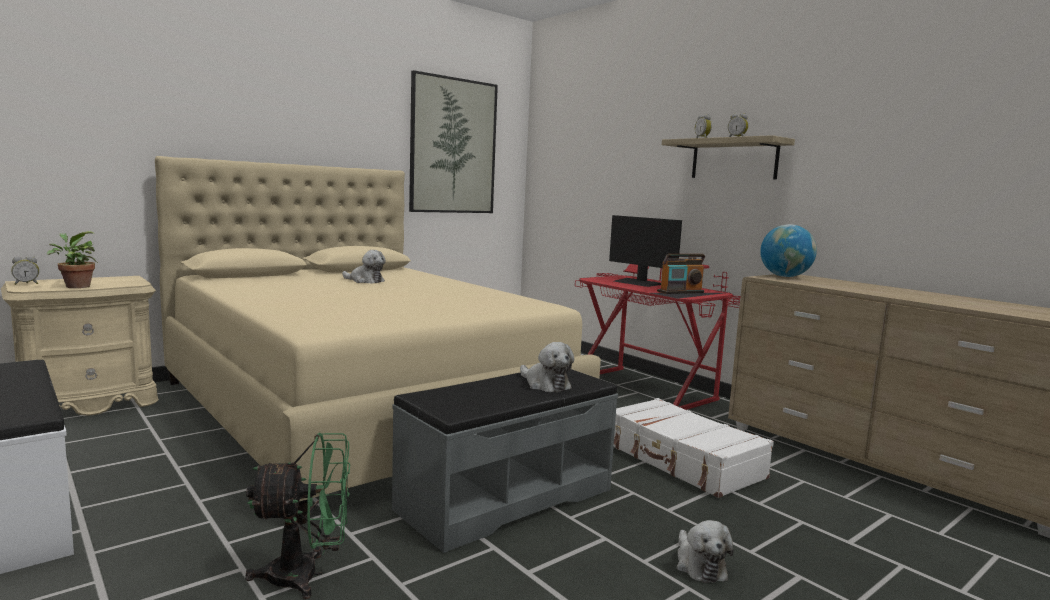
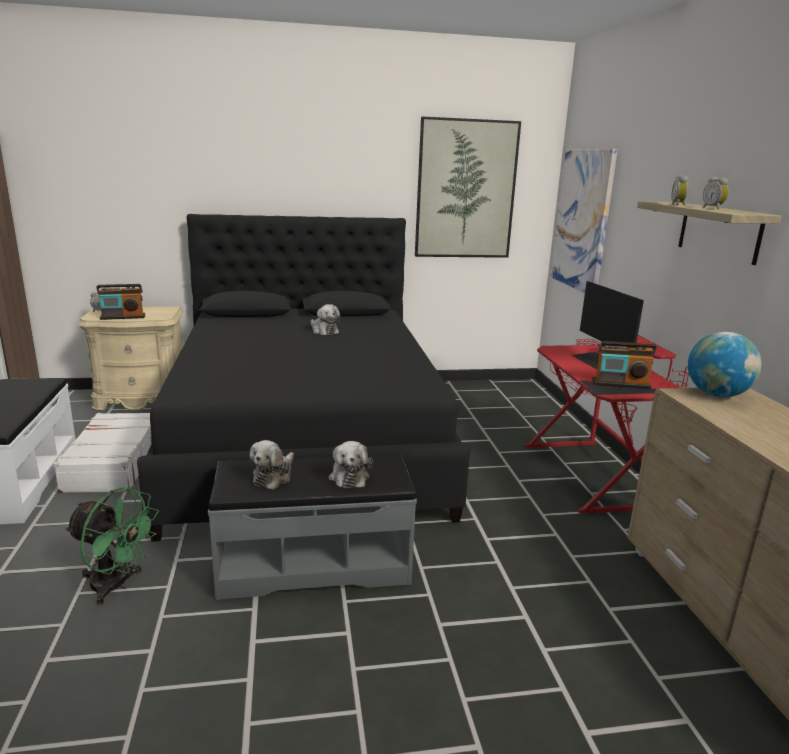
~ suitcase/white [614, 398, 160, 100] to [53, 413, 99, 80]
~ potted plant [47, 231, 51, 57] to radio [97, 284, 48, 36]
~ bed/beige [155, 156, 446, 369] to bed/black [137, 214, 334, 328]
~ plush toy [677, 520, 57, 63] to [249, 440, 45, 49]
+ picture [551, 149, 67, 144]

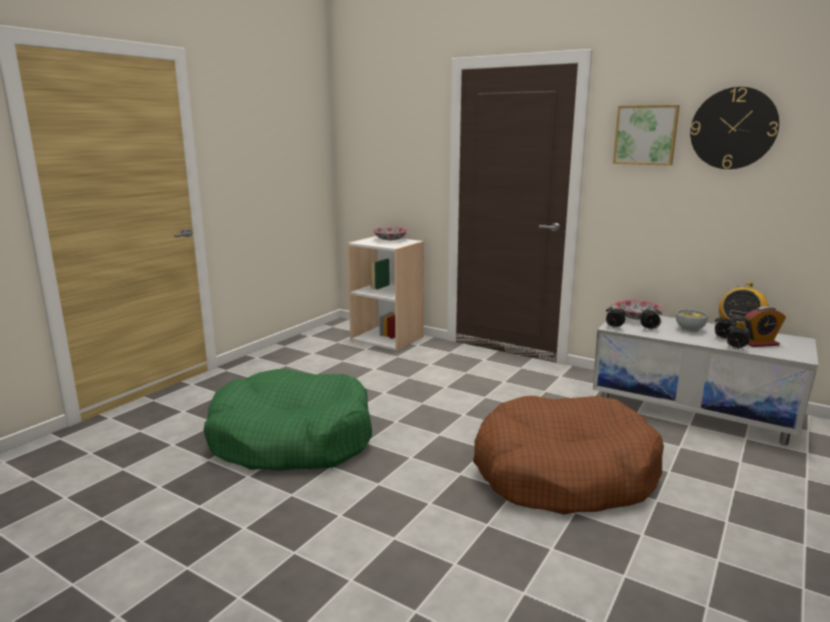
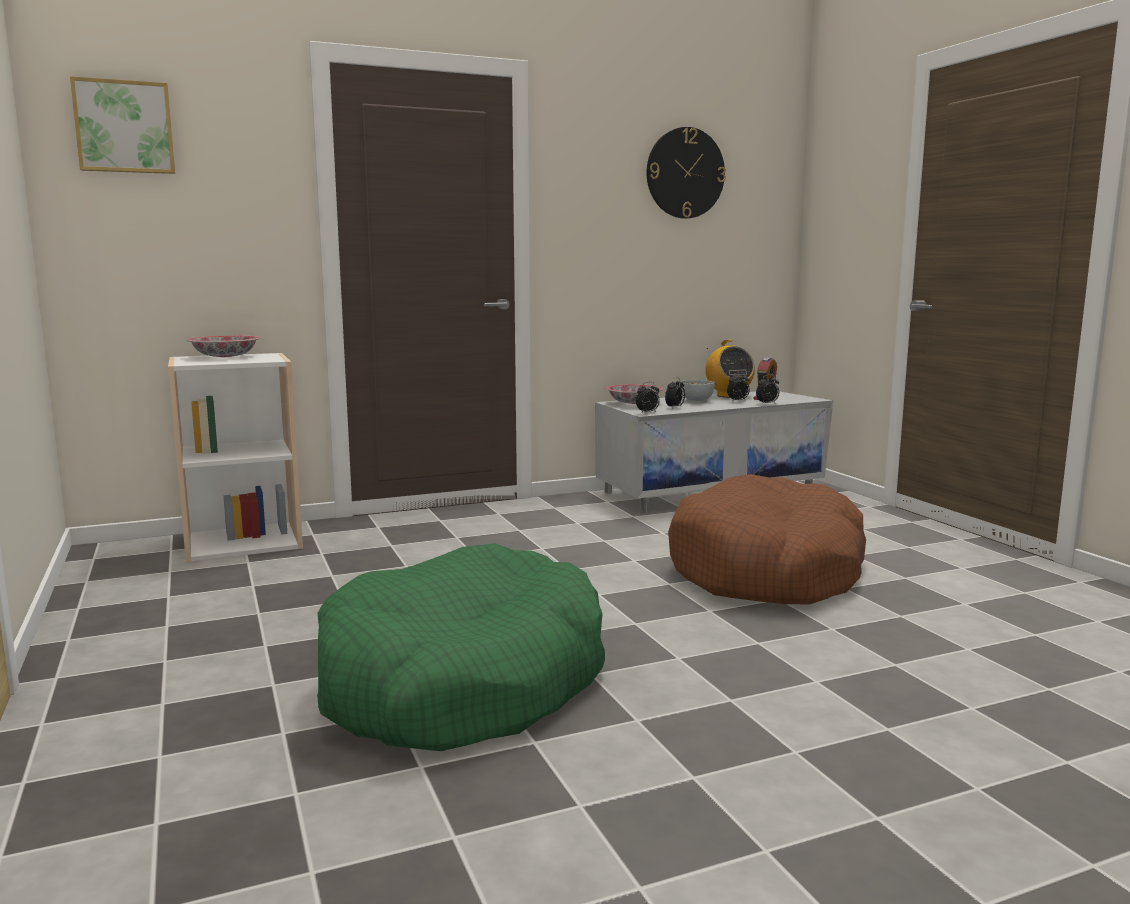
~ picture [613, 105, 67, 61] to [70, 76, 105, 98]

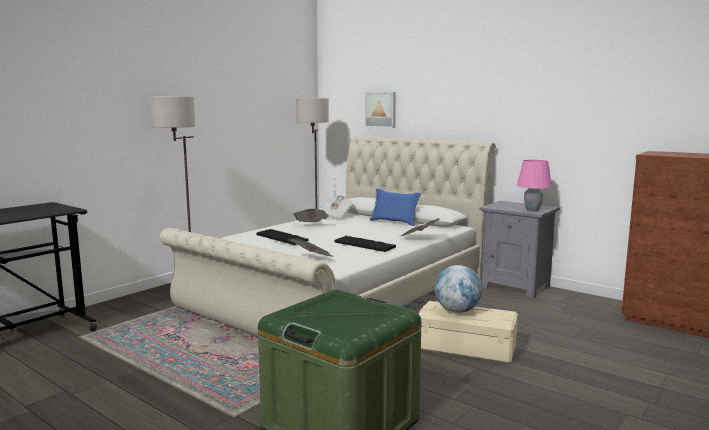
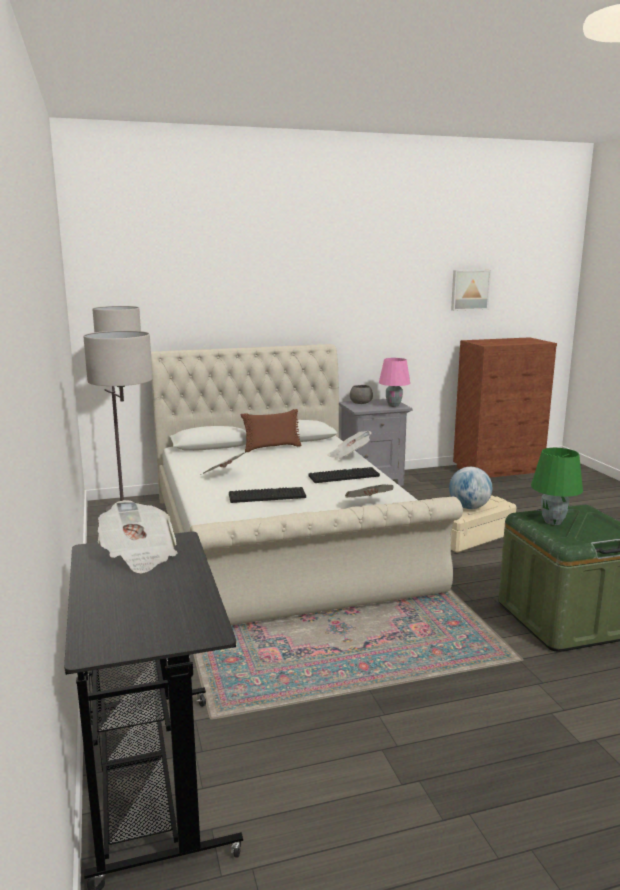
~ newspaper [320, 195, 32, 25] to [98, 500, 79, 74]
~ pillow/blue [370, 189, 51, 37] to pillow/brown [241, 409, 60, 43]
+ bowl/grey [350, 385, 23, 19]
~ picture [365, 92, 31, 36] to [451, 270, 40, 41]
+ table lamp/green [531, 448, 52, 77]

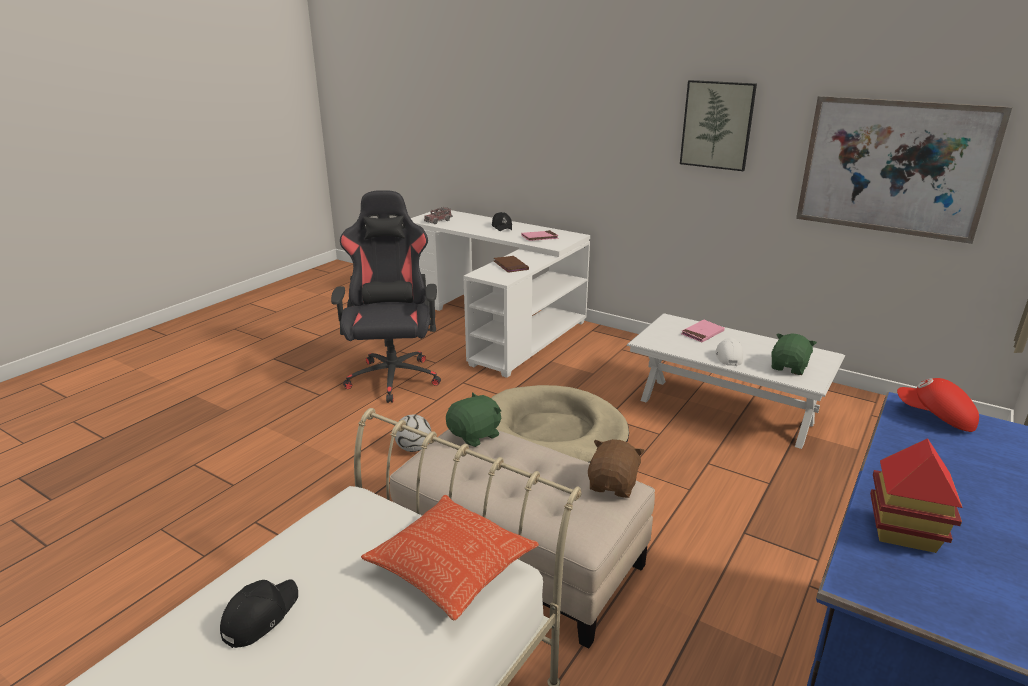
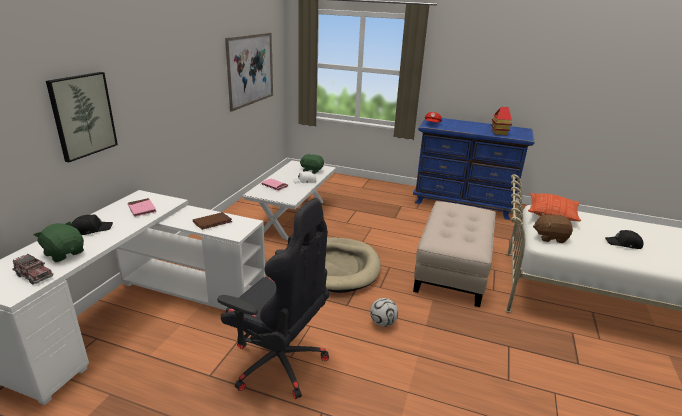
~ plush toy/green [446, 393, 56, 54] to [34, 221, 50, 41]
~ picture [680, 80, 77, 91] to [46, 72, 72, 90]
~ office chair/black [331, 190, 110, 213] = [217, 198, 112, 201] 135 degrees counterclockwise
~ plush toy/brown [588, 439, 57, 59] to [533, 213, 40, 30]

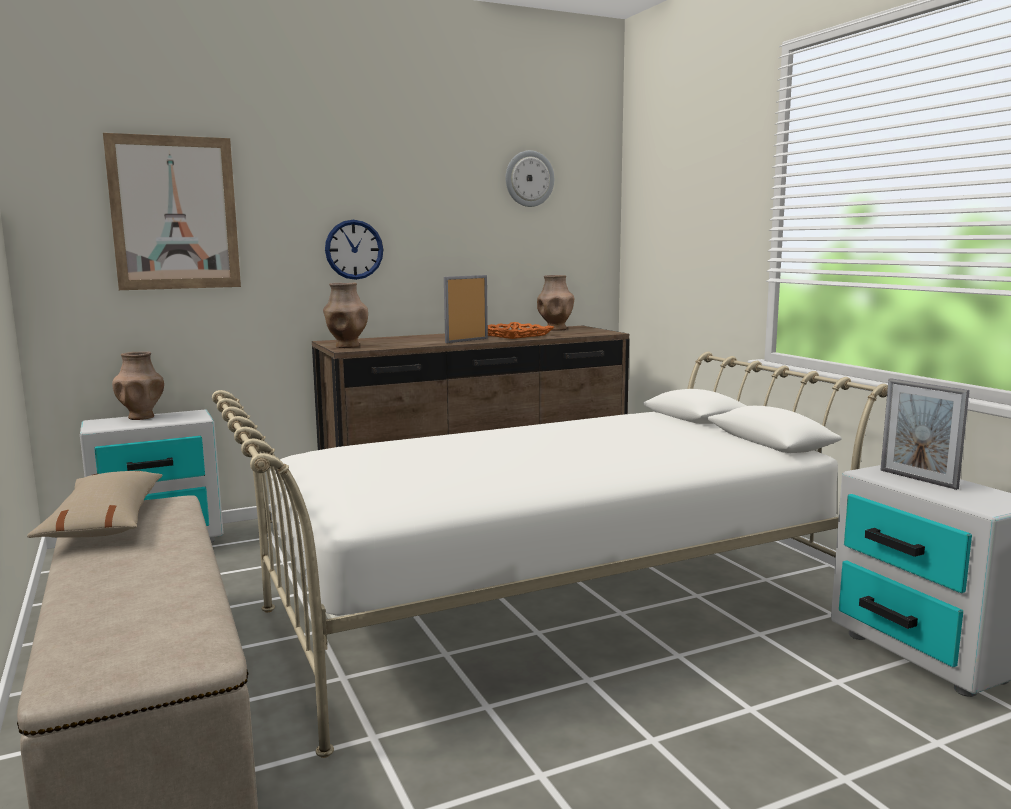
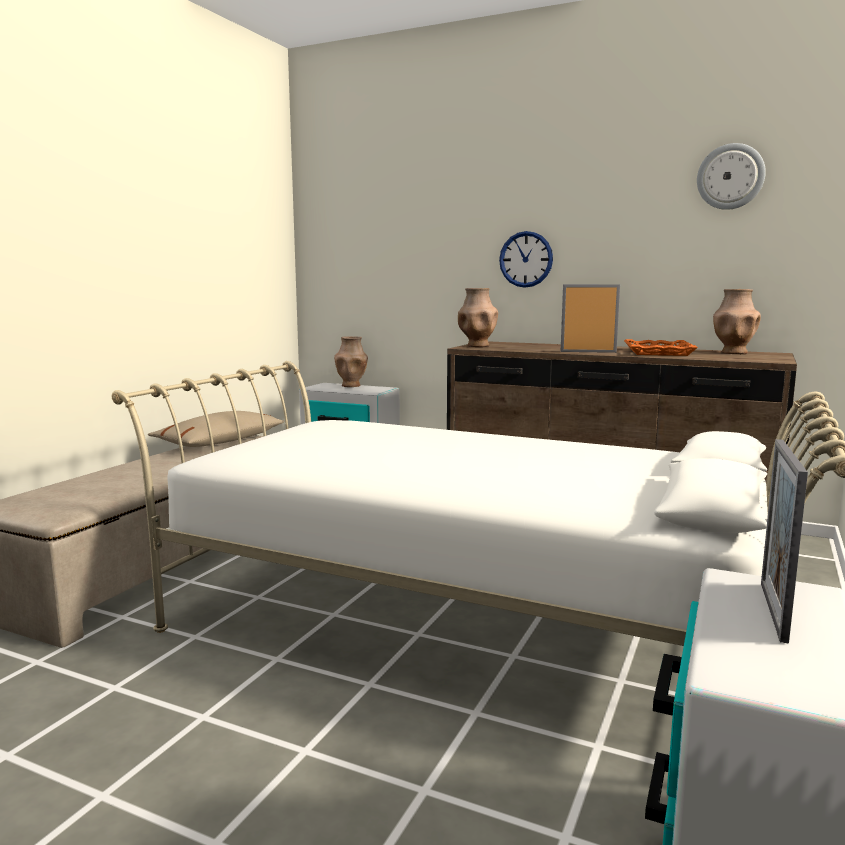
- picture [103, 133, 138, 157]

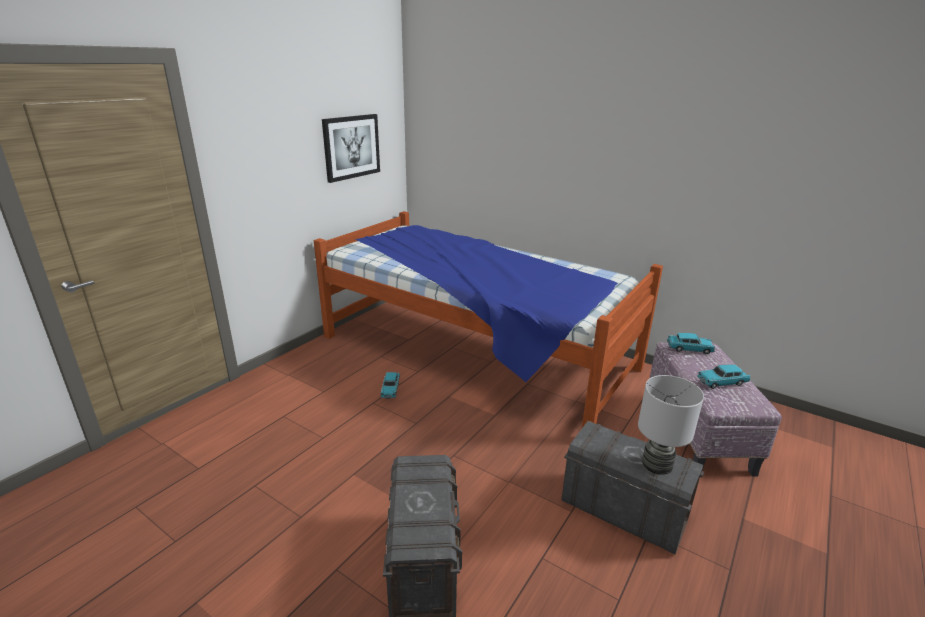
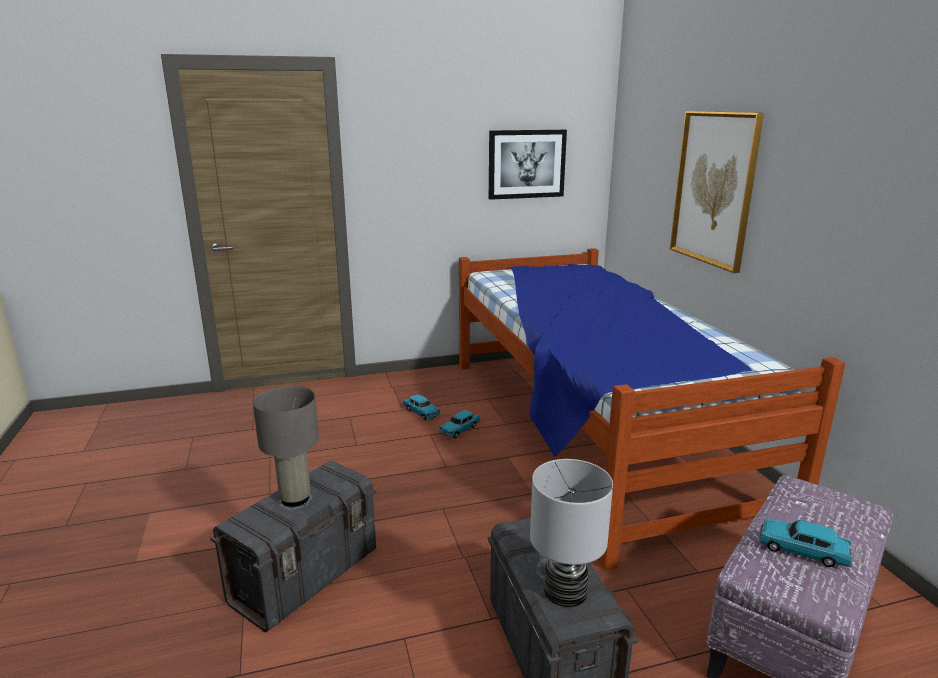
+ table lamp/grey [253, 386, 66, 121]
~ toy car/turquoise [667, 333, 48, 21] to [403, 395, 38, 25]
+ picture [670, 111, 94, 162]

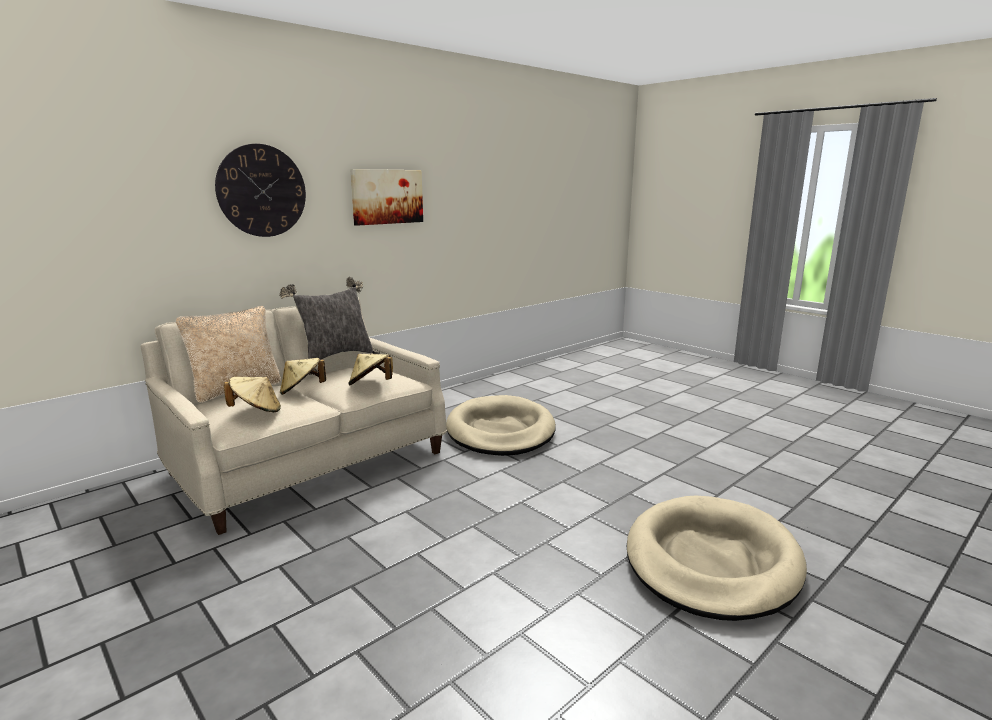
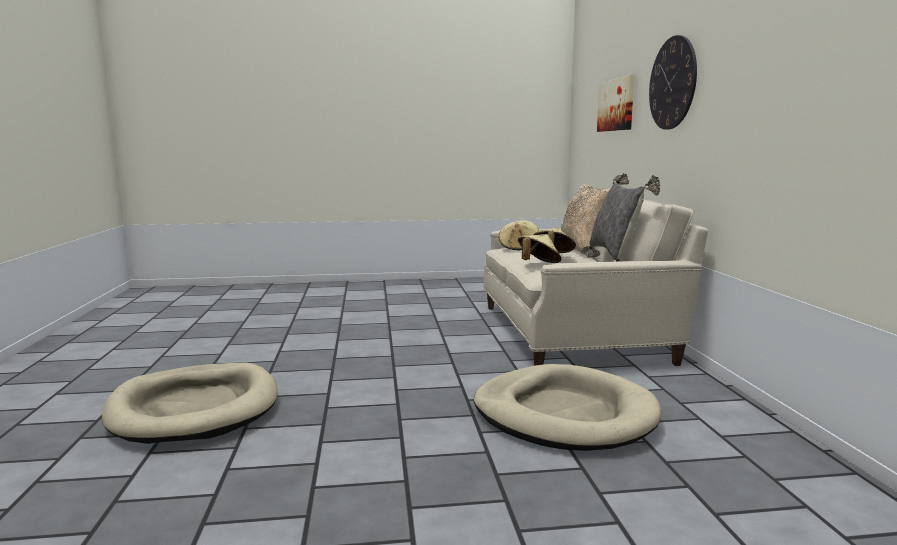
~ picture [350, 169, 73, 57] to [597, 75, 38, 57]

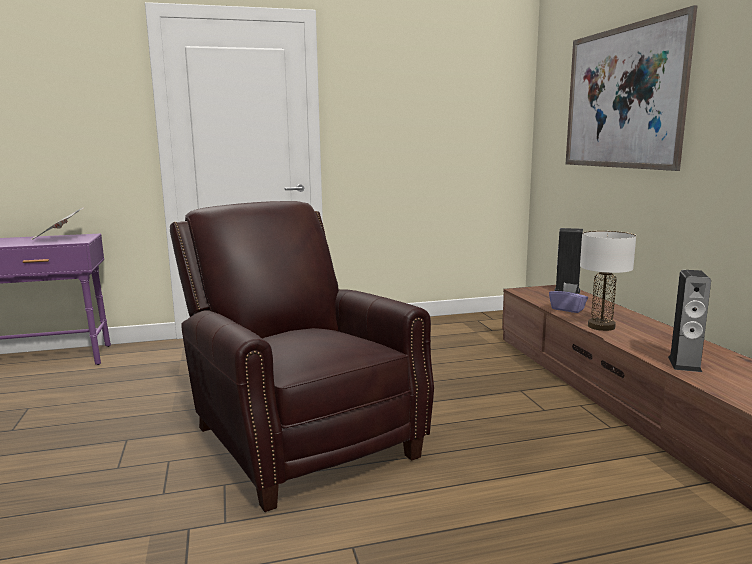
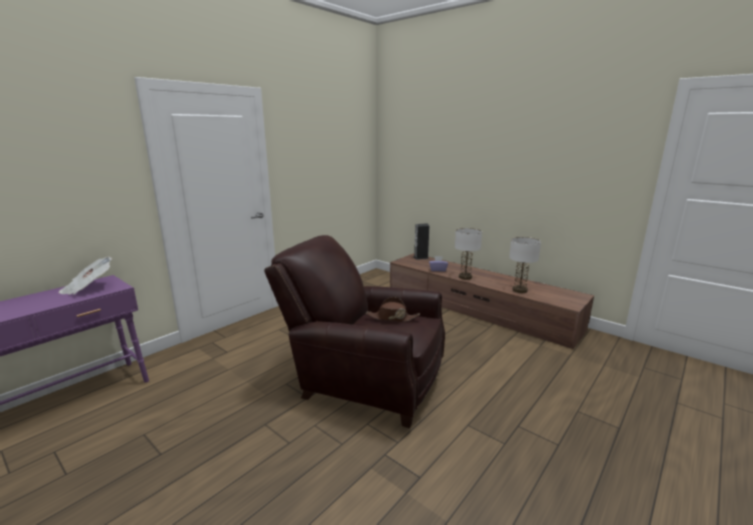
+ hat/brown [366, 297, 54, 25]
~ speaker [668, 270, 43, 102] to table lamp [509, 237, 32, 56]
- picture [566, 5, 132, 166]

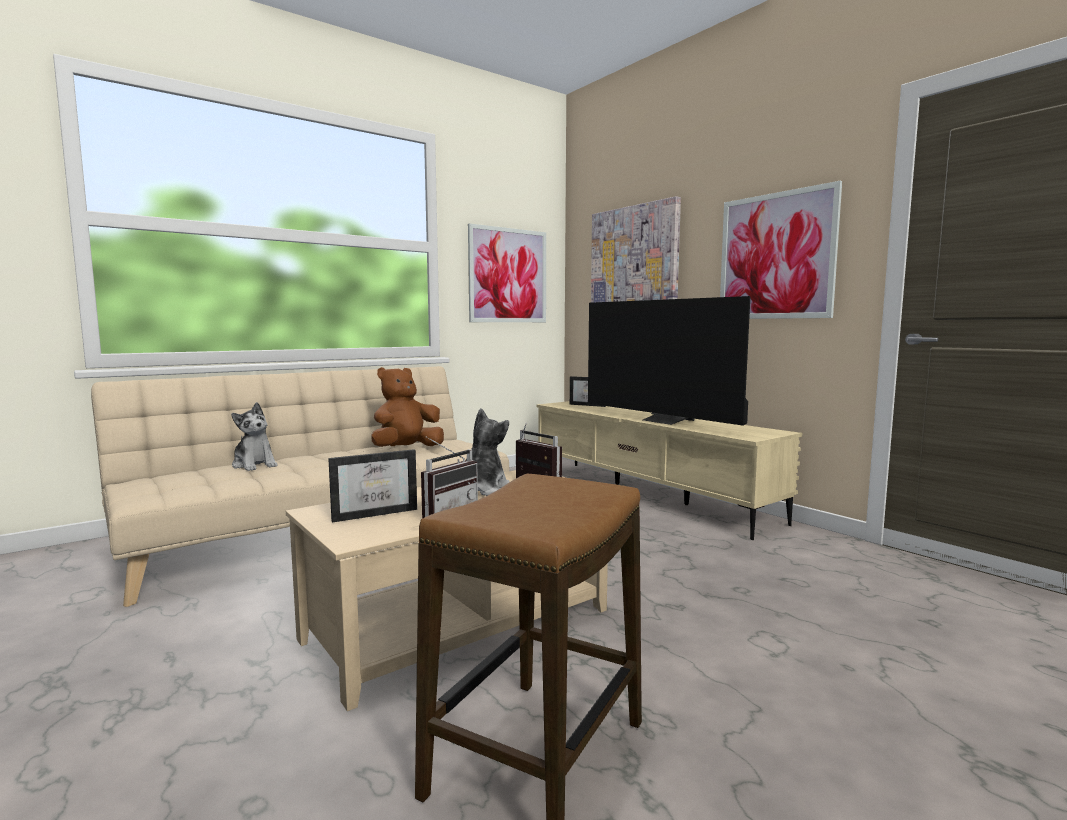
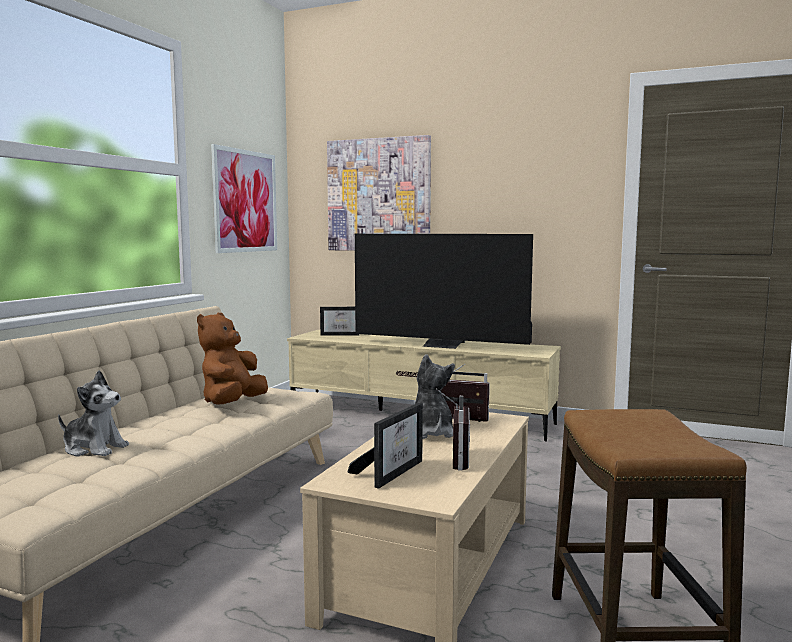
- picture [720, 181, 122, 138]

